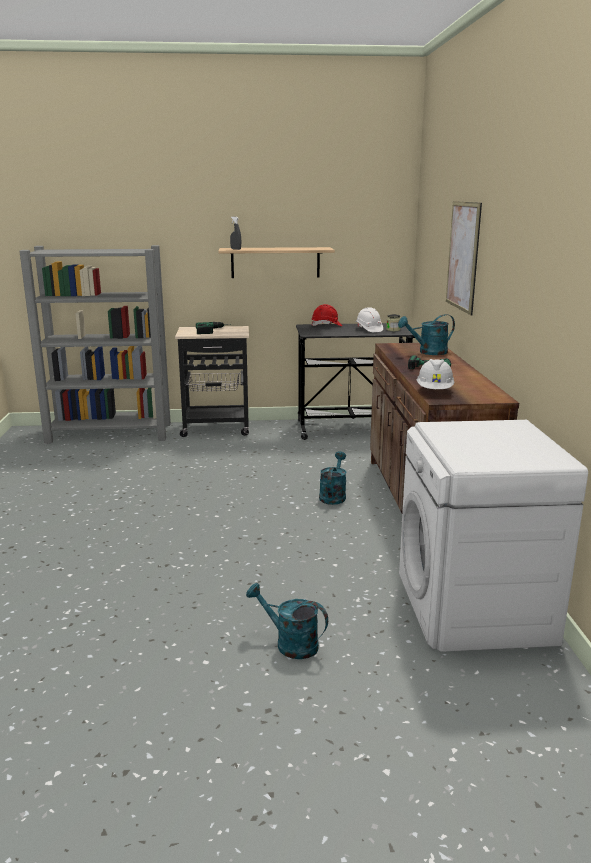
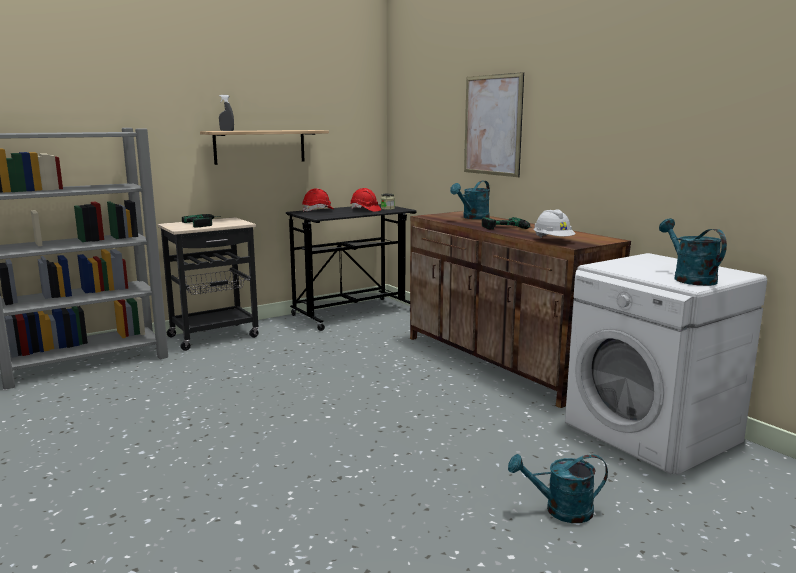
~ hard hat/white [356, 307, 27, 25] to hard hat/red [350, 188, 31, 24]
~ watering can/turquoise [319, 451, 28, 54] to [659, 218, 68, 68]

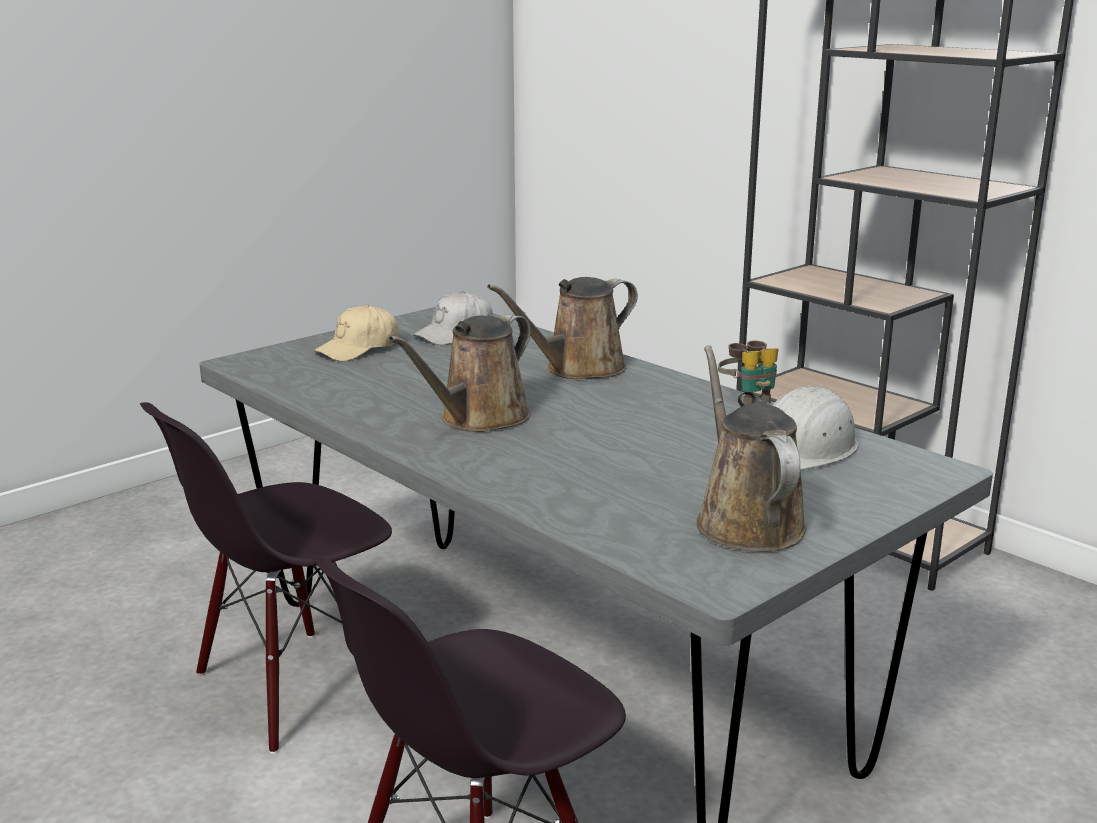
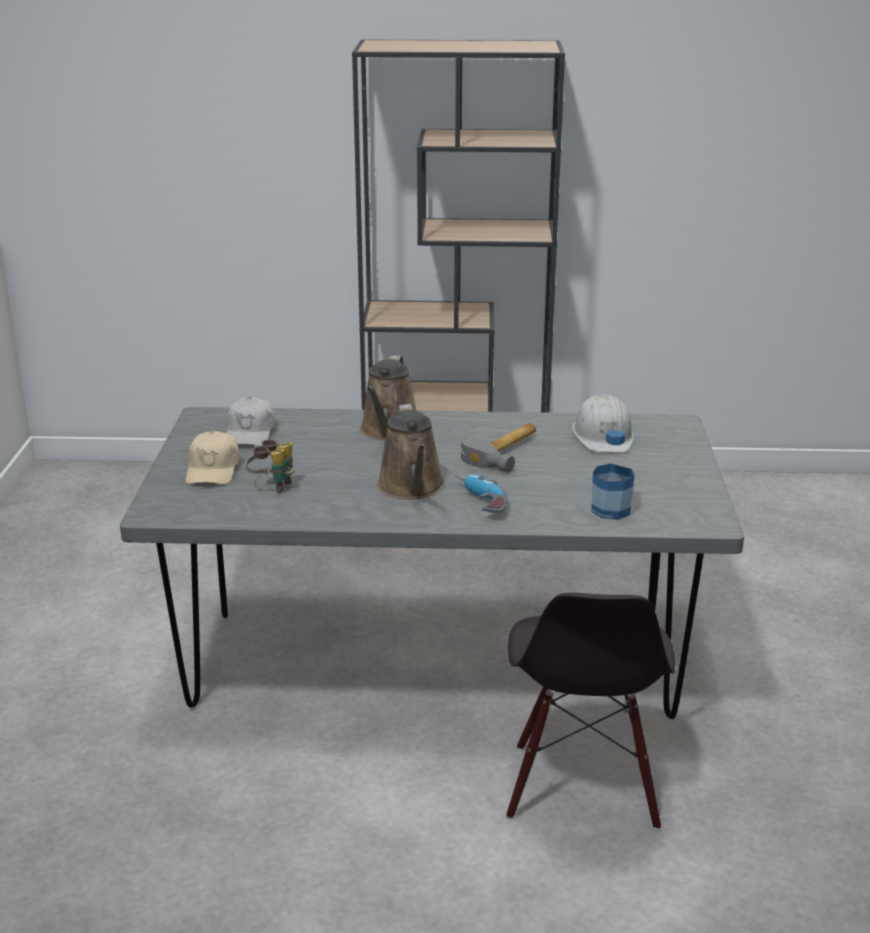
~ binoculars [718, 341, 60, 64] to [246, 440, 49, 53]
+ power drill [454, 474, 53, 39]
+ hammer [461, 423, 75, 50]
+ bottle [591, 430, 43, 89]
- chair/black [140, 402, 252, 352]
- watering can/brown [696, 345, 111, 207]

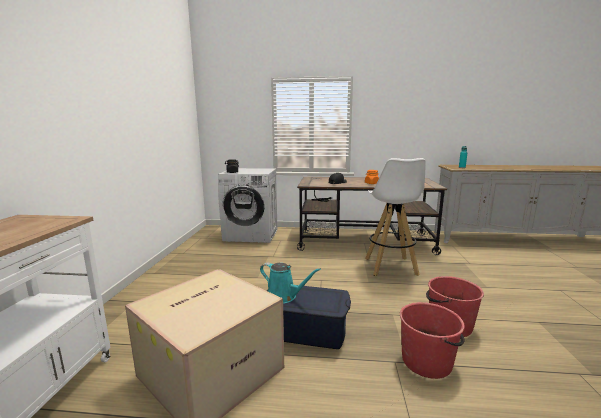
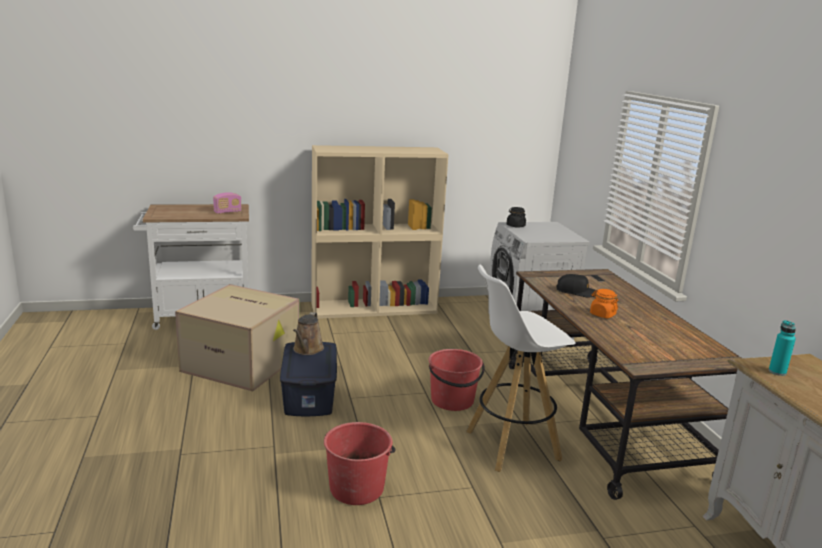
+ radio [213, 192, 29, 22]
~ watering can/turquoise [260, 263, 61, 41] to watering can/brown [293, 312, 31, 43]
+ bookcase/beige [311, 145, 138, 174]
~ bucket/red [400, 302, 65, 77] to [429, 349, 56, 62]

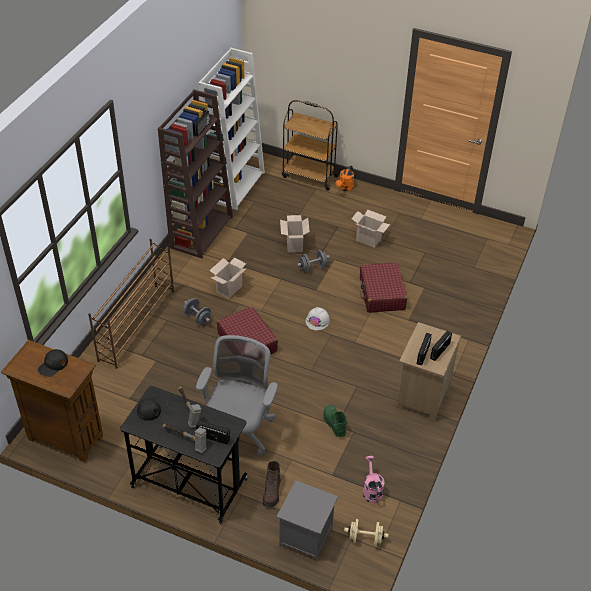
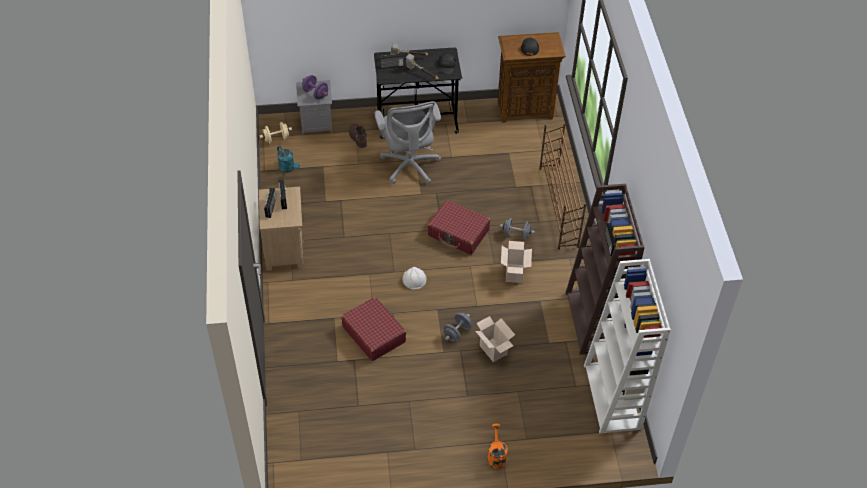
~ watering can/pink [363, 456, 22, 47] to watering can/turquoise [277, 146, 23, 27]
+ dumbbell/purple [302, 75, 26, 24]
- cart/brown [282, 100, 58, 91]
- boot/green [323, 405, 25, 32]
- cardboard box [352, 210, 38, 38]

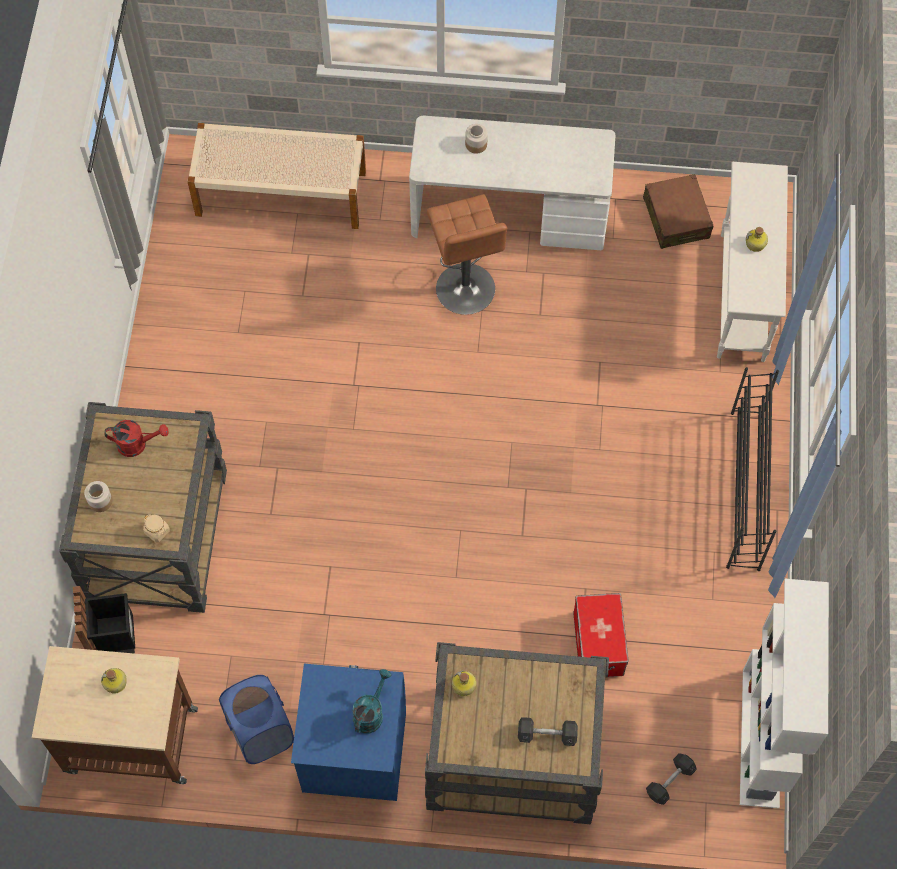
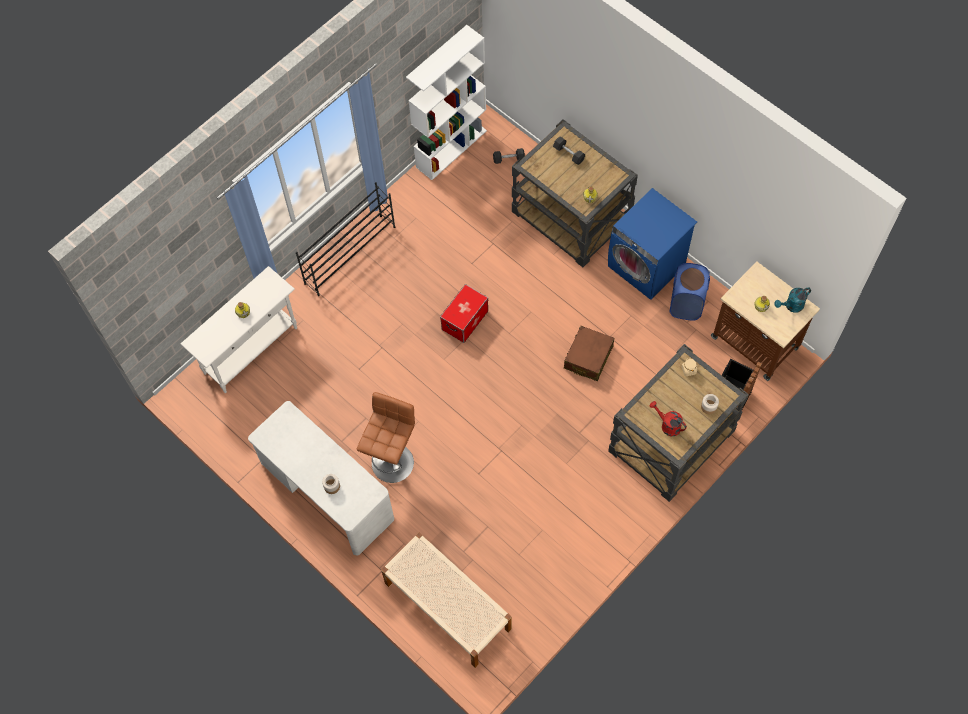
~ storage box [573, 593, 56, 84] to [440, 284, 48, 59]
~ suitcase/brown [643, 174, 70, 75] to [564, 326, 50, 55]
~ watering can/turquoise [353, 669, 39, 65] to [774, 287, 37, 26]

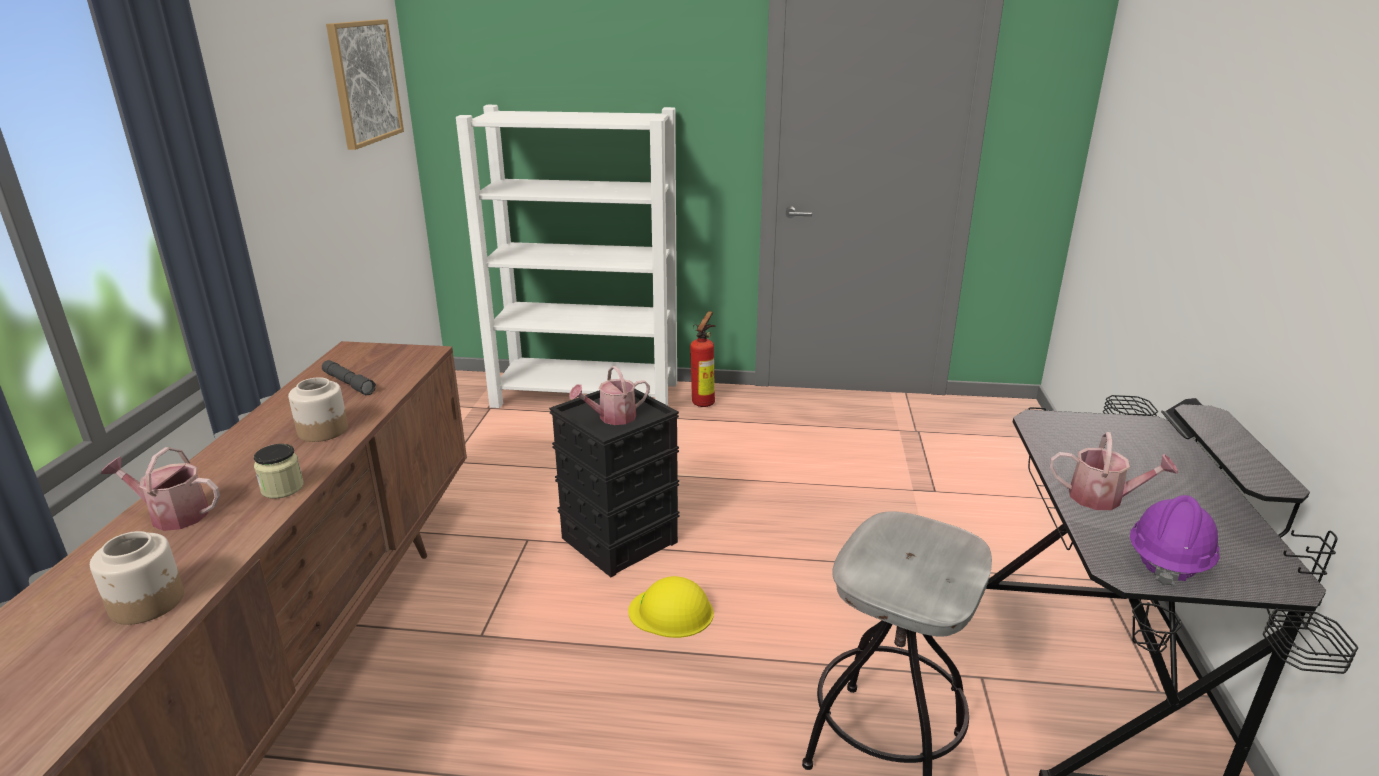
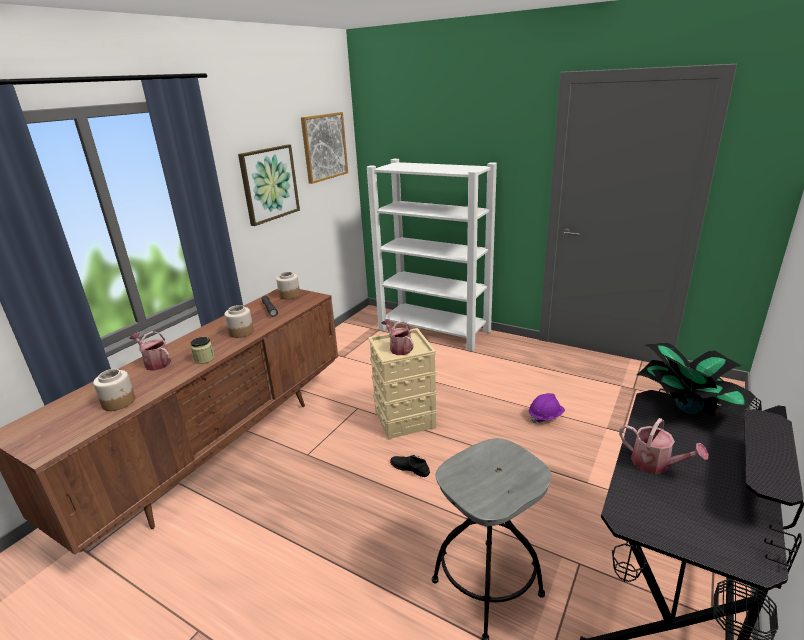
+ picture [238, 145, 62, 81]
+ jar [276, 272, 24, 28]
~ storage box/black [549, 388, 130, 189] to storage box/beige [368, 328, 69, 112]
~ watering can [569, 366, 81, 59] = [382, 319, 32, 36] 60 degrees clockwise
~ hard hat/yellow [628, 576, 86, 62] to shoe/black [390, 455, 40, 22]
~ hard hat/purple [1130, 495, 90, 91] to [529, 393, 36, 30]
+ potted plant [637, 343, 119, 74]
- fire extinguisher [690, 311, 25, 96]

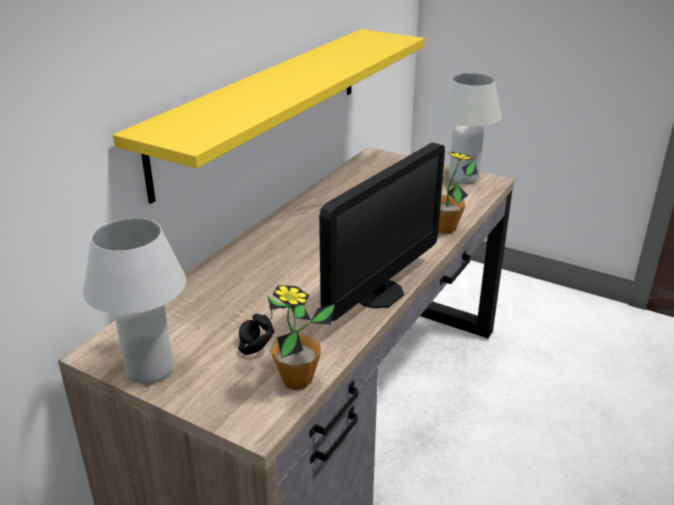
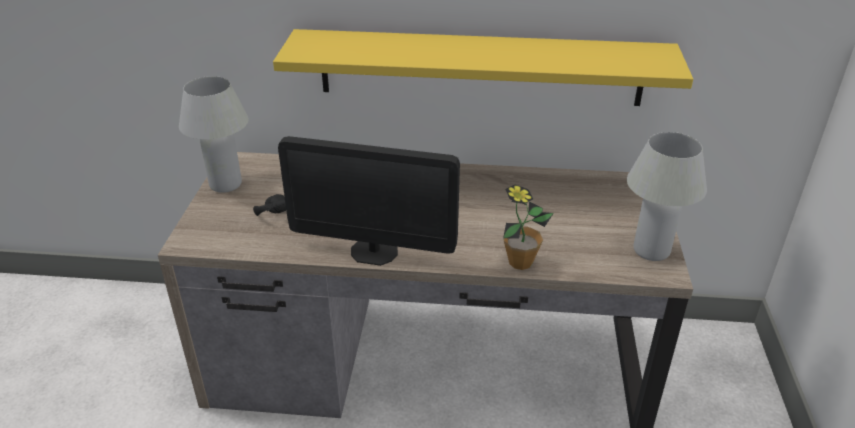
- potted plant [267, 285, 68, 105]

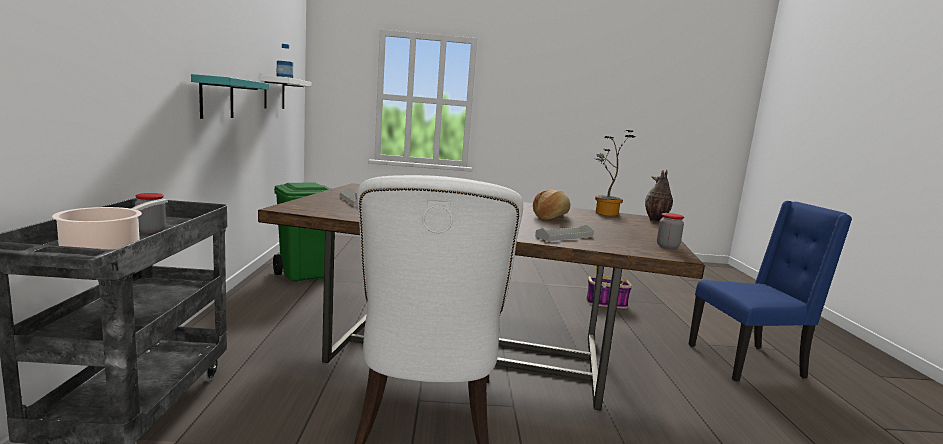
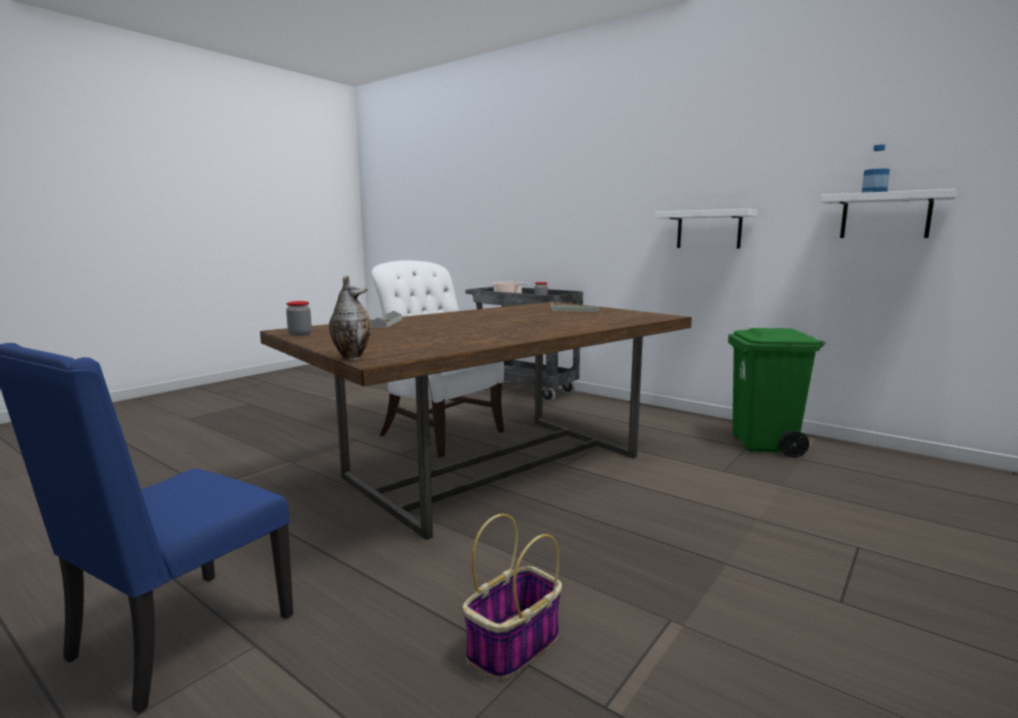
~ shelf/turquoise [191, 74, 78, 45] to shelf/white [655, 209, 103, 39]
- bread [533, 190, 37, 30]
- potted plant [594, 130, 42, 86]

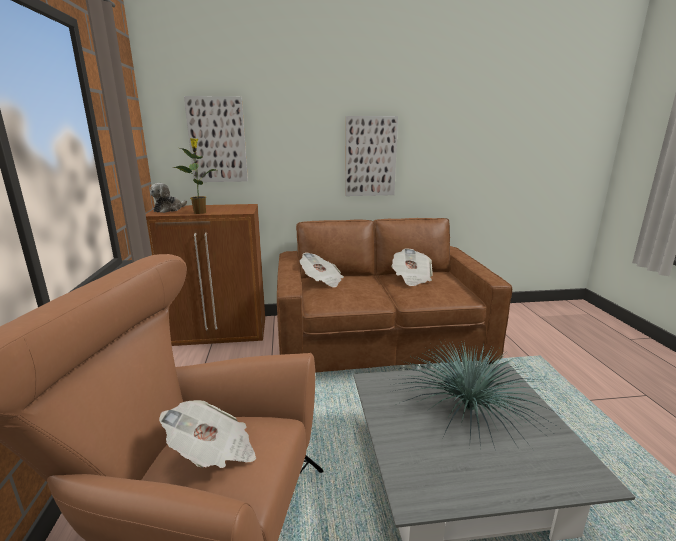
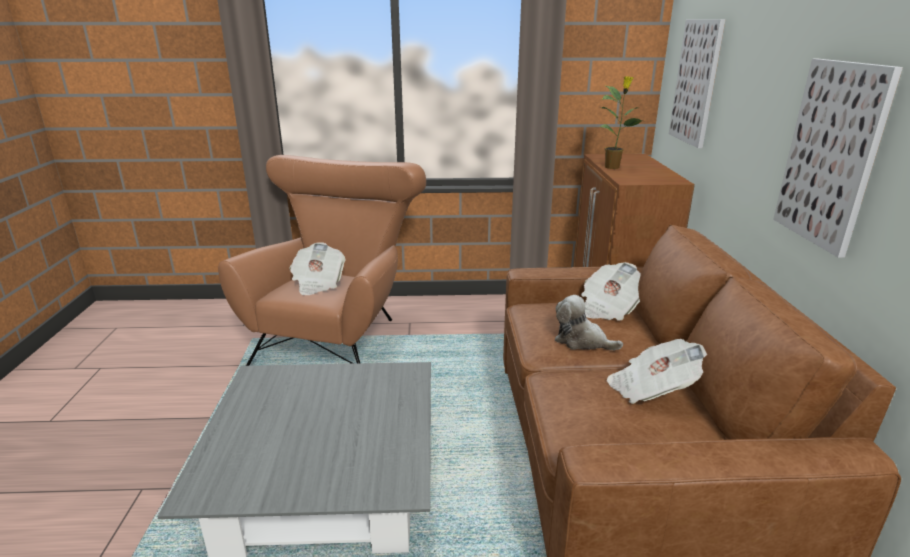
~ plush toy [150, 183, 37, 30] to [555, 295, 68, 55]
- potted plant [391, 341, 173, 110]

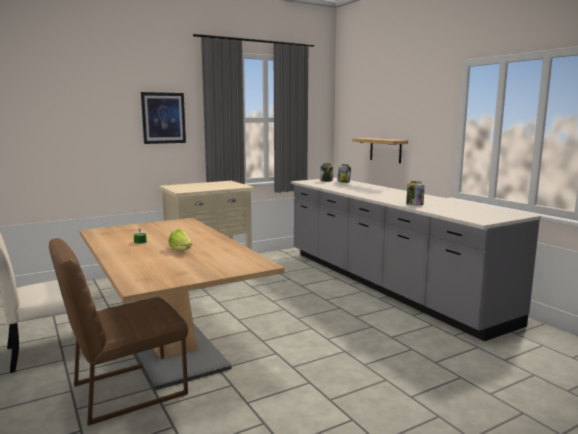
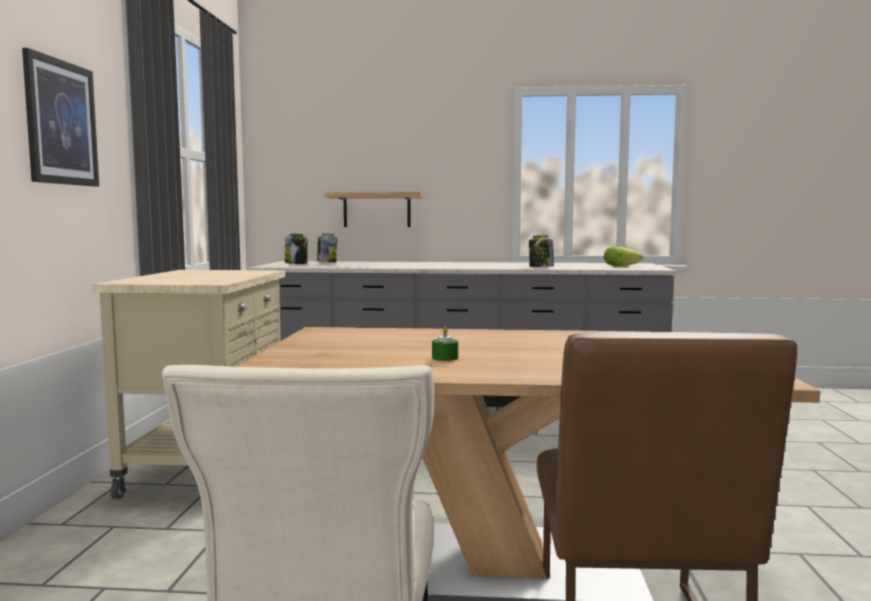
~ lettuce [169, 229, 23, 22] to [604, 246, 39, 20]

